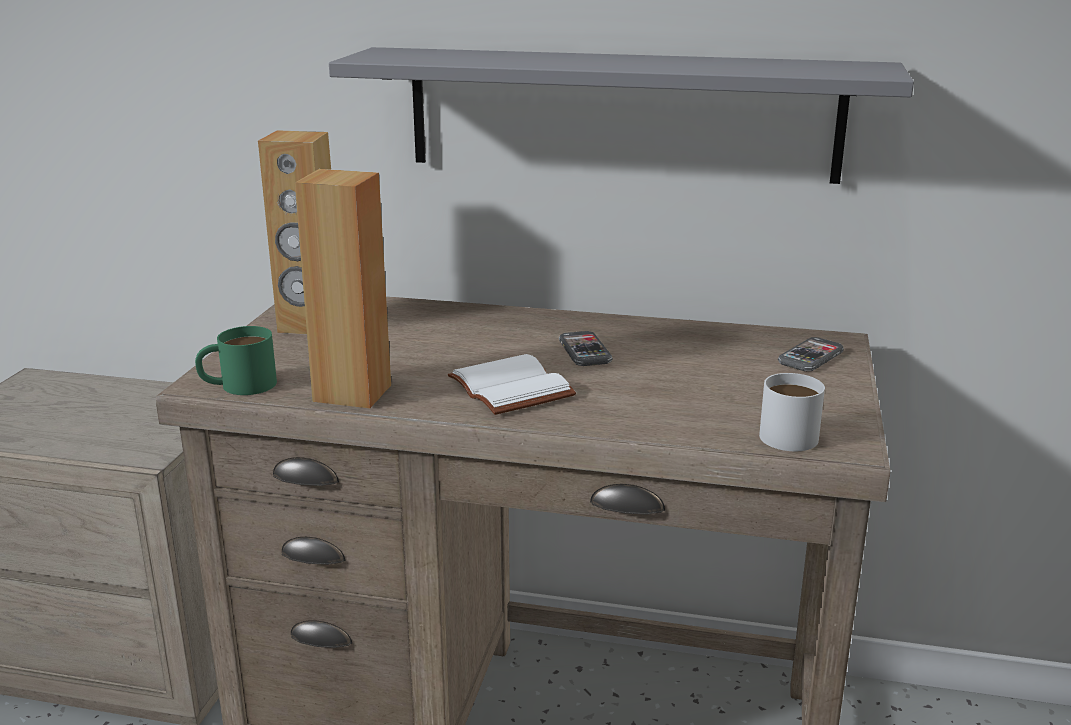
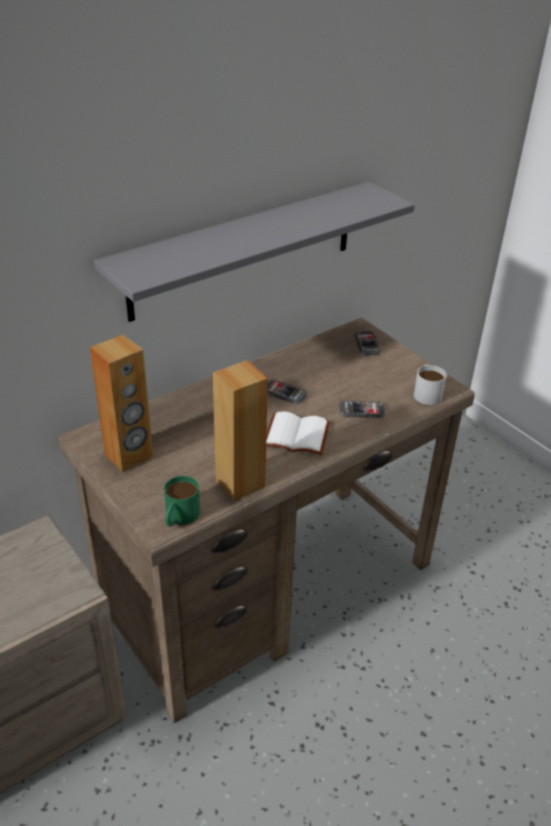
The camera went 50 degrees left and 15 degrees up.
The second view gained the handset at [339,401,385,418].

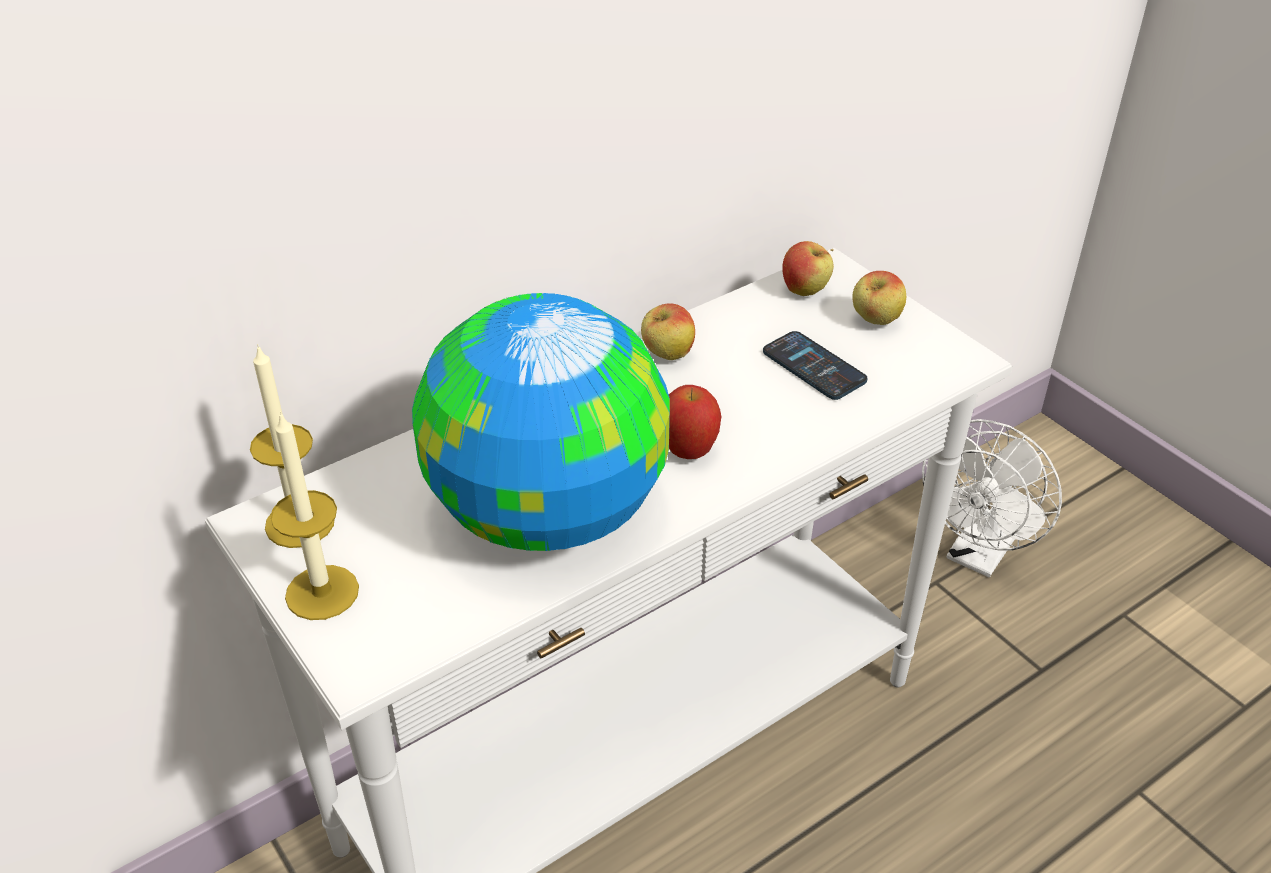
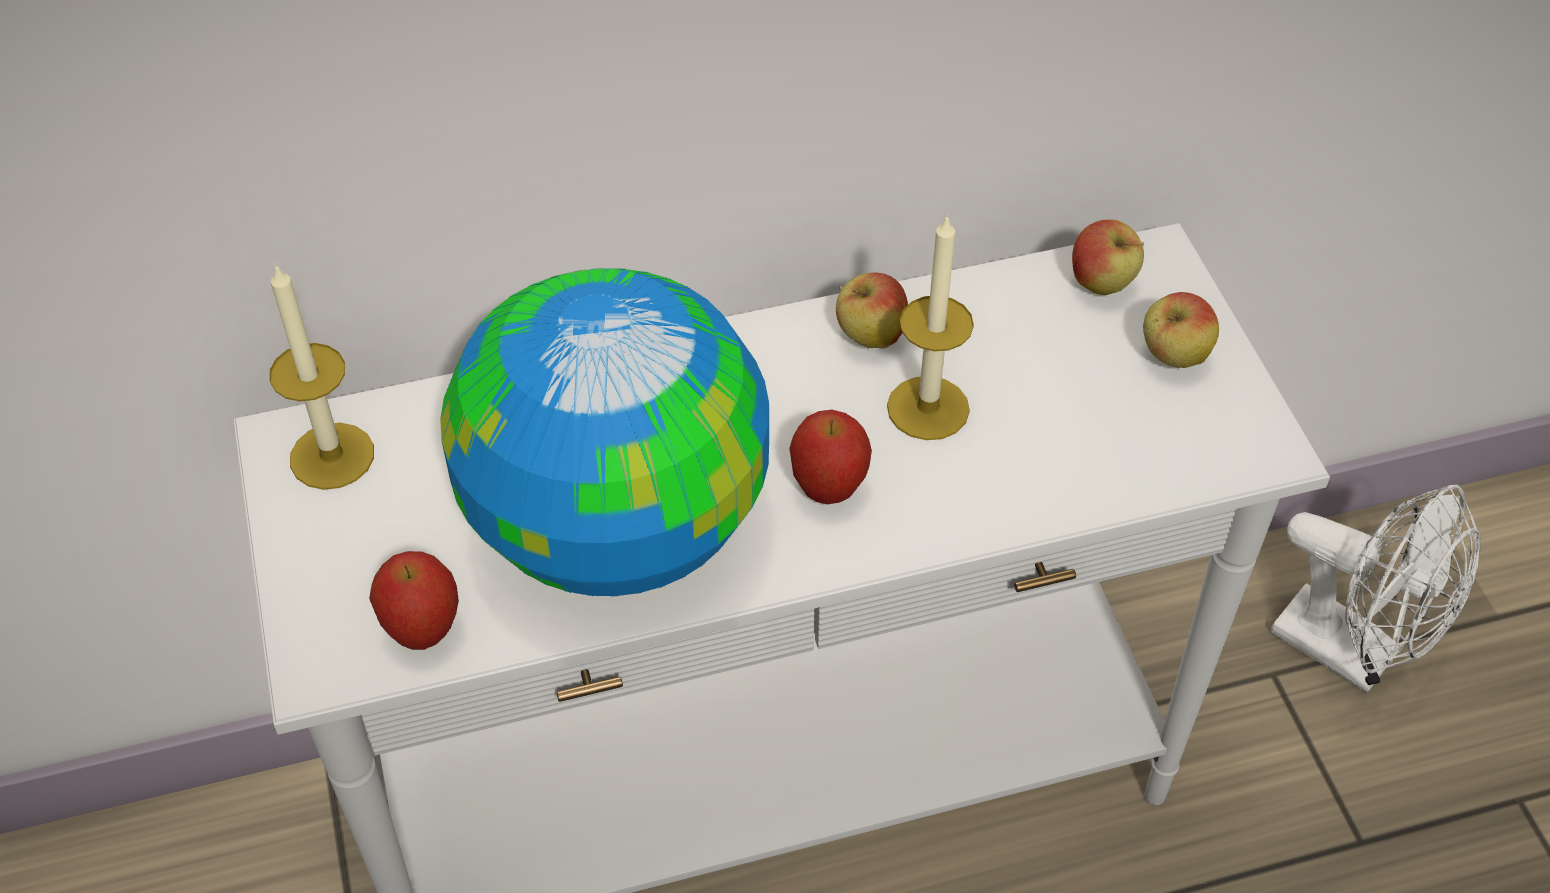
The camera went 20 degrees right and 10 degrees up.
The second view gained the whole apple at [369,551,459,650].
The candle ended up elsewhere, having gone from [270,411,359,620] to [887,214,974,440].
The whitish electric fan at [922,419,1062,577] ended up facing another way, 105 degrees counterclockwise from before.
The second view lost the handset at [763,331,867,400].

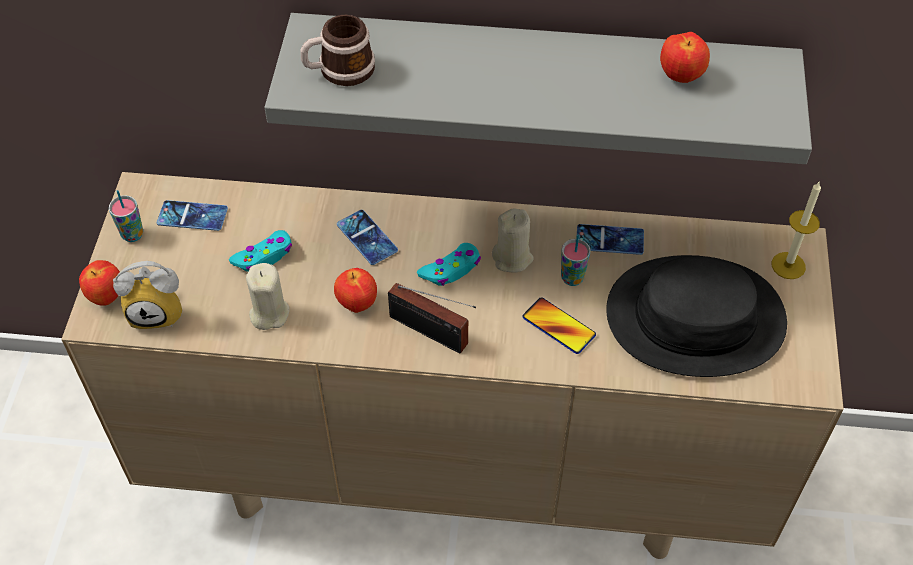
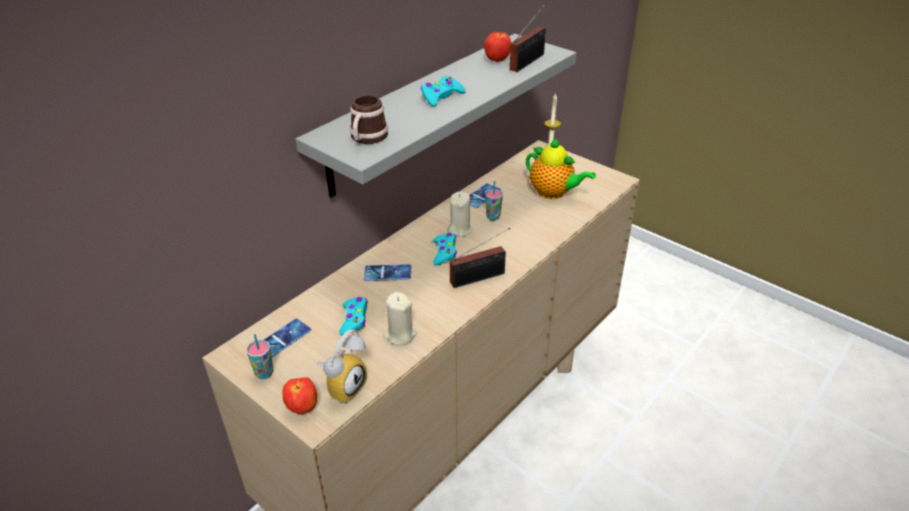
The camera went 55 degrees left and 15 degrees down.
The second view gained the turquoise gamepad at [421,76,466,107].
The second view gained the radio at [510,4,546,72].
Where the black clothing hat stood at [606,255,787,377], the tea pot came to stand at [526,138,596,199].
The second view lost the whole apple at [334,268,377,313].
The second view lost the handset at [522,297,596,354].

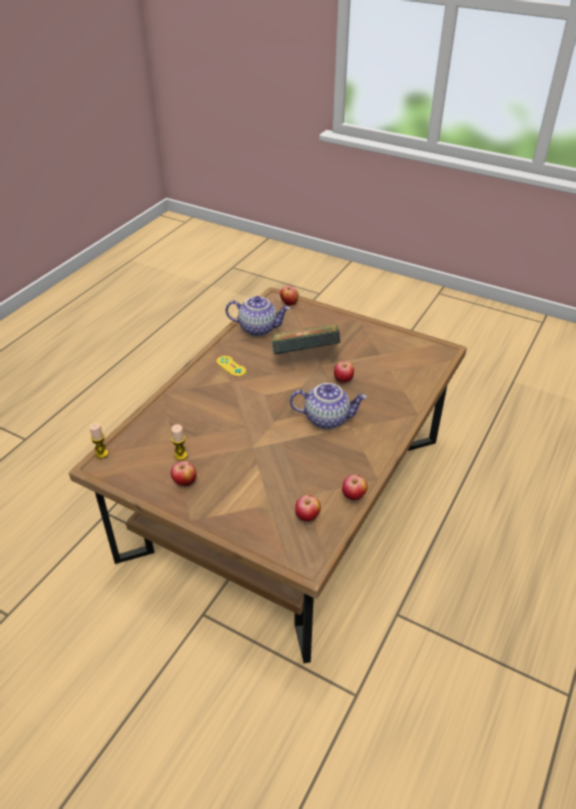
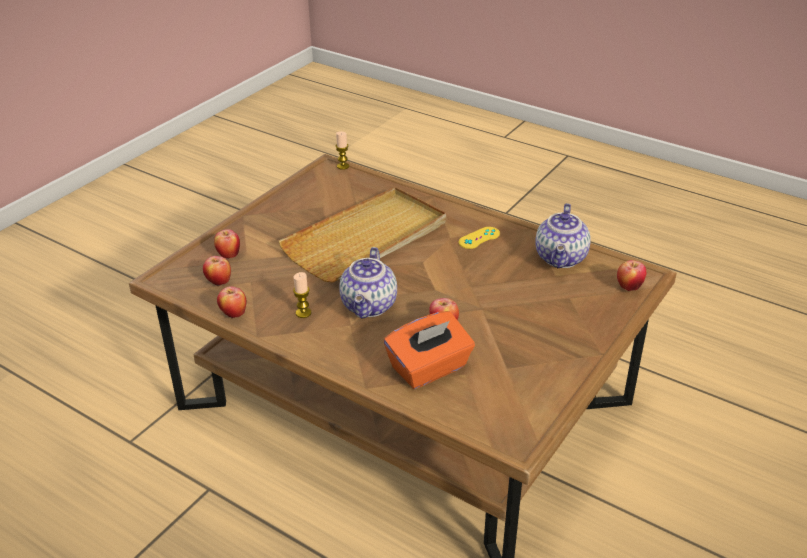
The camera went 95 degrees right and 5 degrees down.
The whole apple ended up elsewhere, having gone from [171,461,197,486] to [214,229,240,259].
The second view gained the beige serving tray at [278,187,446,283].
The candle ended up elsewhere, having gone from [171,424,187,461] to [293,272,311,318].
The second view gained the orange-coloured tissue box at [384,311,475,389].
The second view lost the volume at [272,324,341,355].

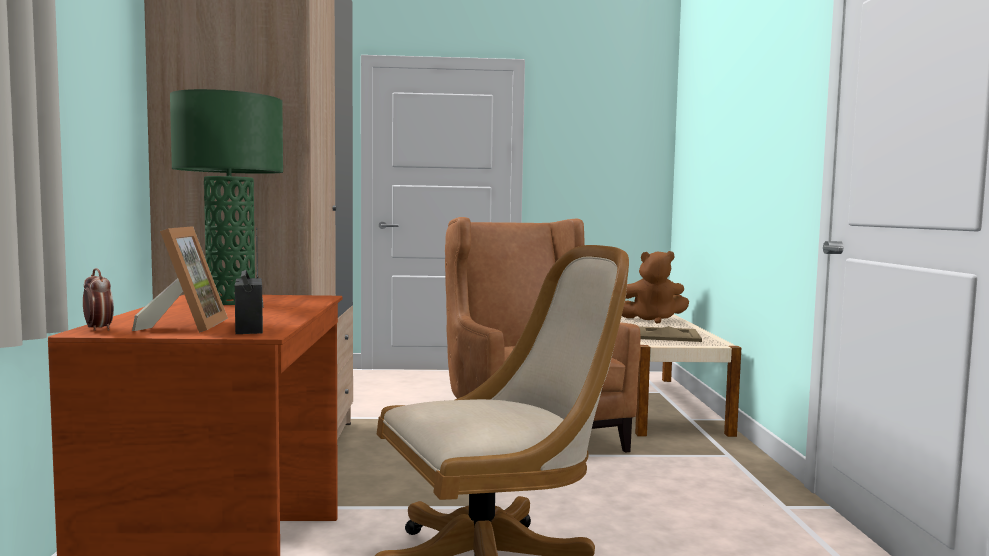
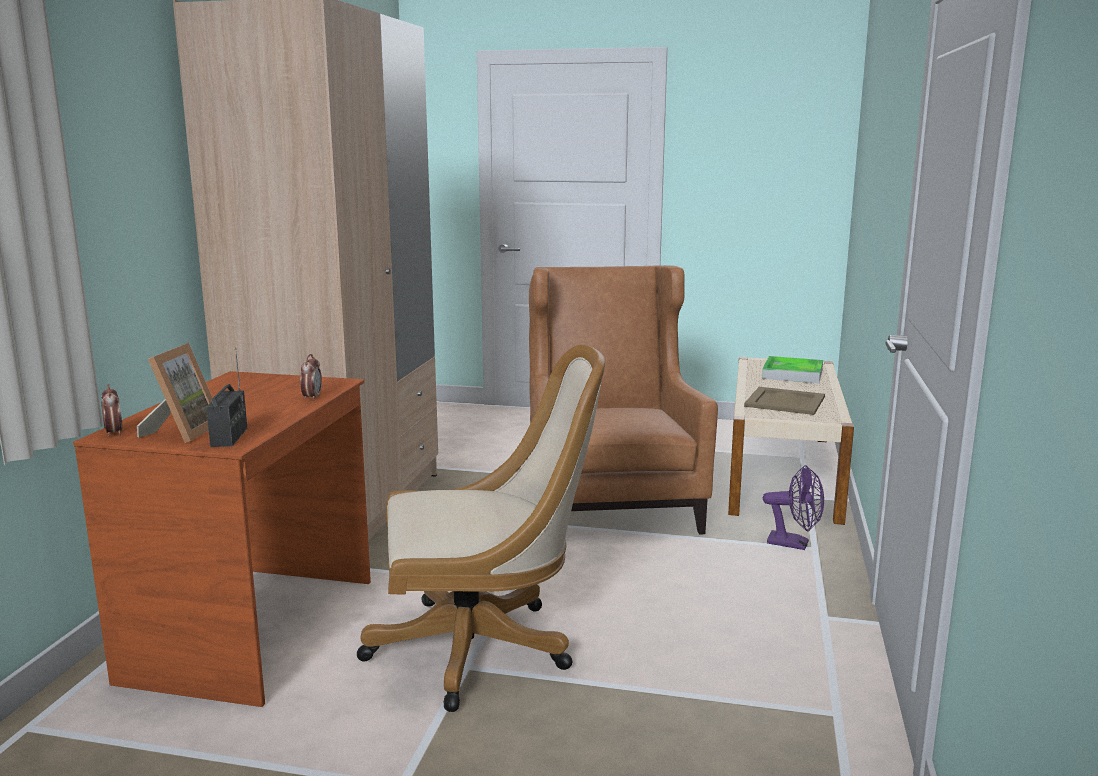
The camera went 15 degrees right and 10 degrees up.
The second view gained the table clock at [300,354,322,401].
Where the brown cuddly toy stood at [622,251,689,324], the serving tray came to stand at [762,356,823,383].
The second view gained the purple electric fan at [763,465,824,550].
The second view lost the green tabletop lamp at [170,89,283,305].

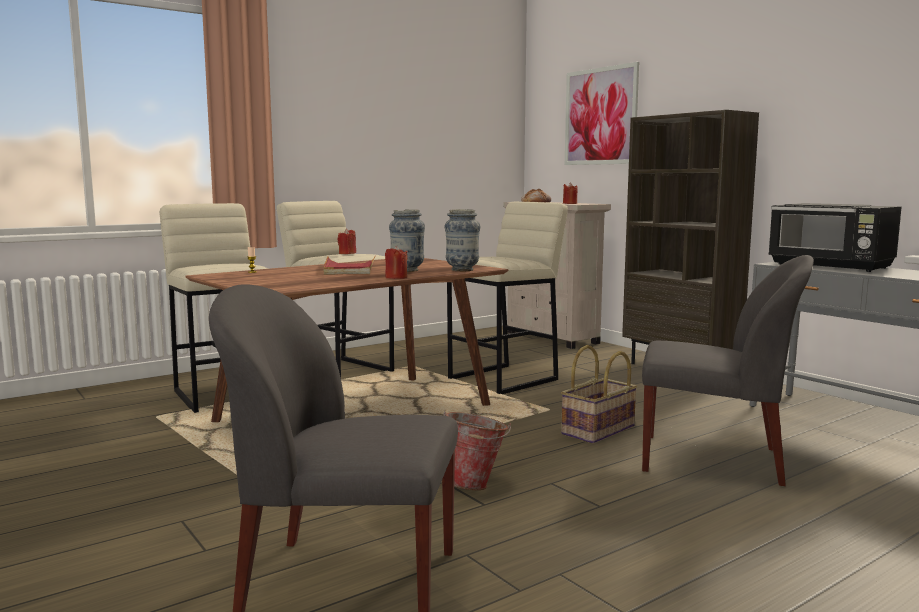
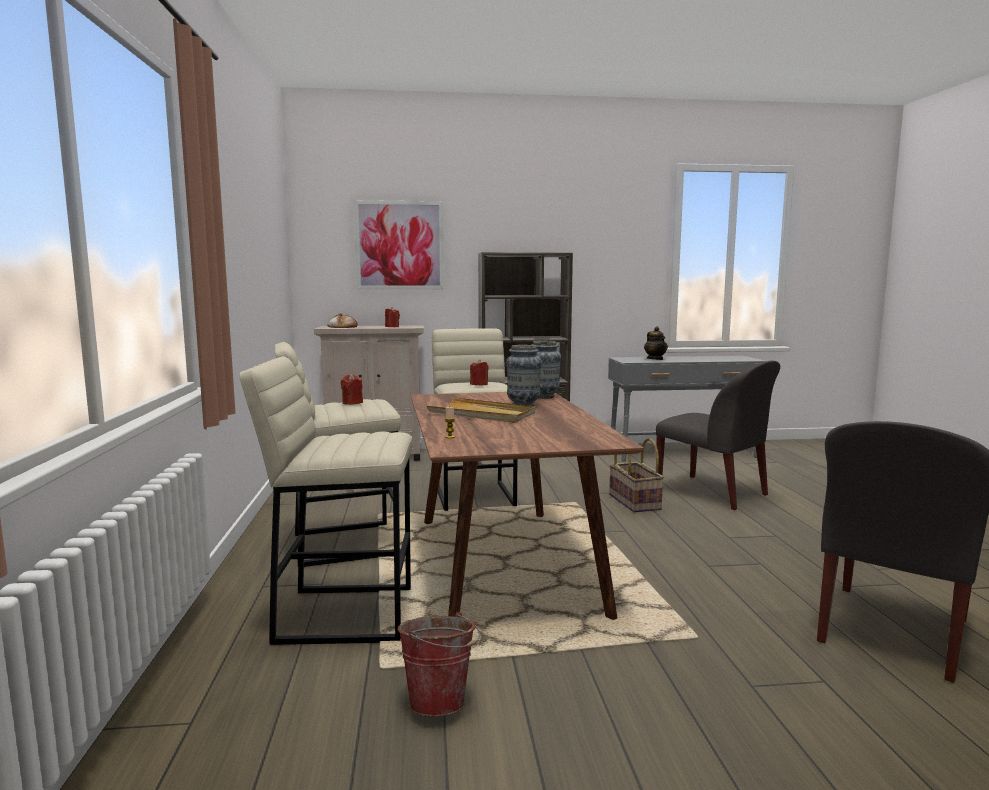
The camera went 60 degrees left and 0 degrees up.
The pail ended up elsewhere, having gone from [443,412,511,490] to [398,612,480,717].
What was the red-coloured serving tray at [324,256,375,275] turned into the beige serving tray at [427,397,536,423].
The red-coloured candle ended up elsewhere, having gone from [385,246,407,279] to [470,360,489,386].
Where the black microwave stood at [768,203,902,272], the tea pot came to stand at [644,327,668,360].
The gray chair at [642,255,814,486] ended up facing another way, 90 degrees clockwise from before.

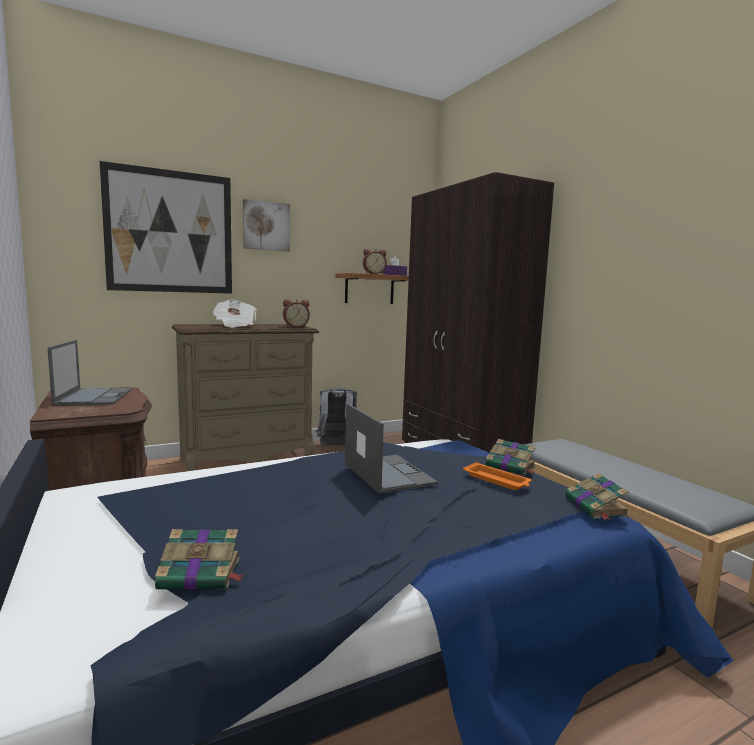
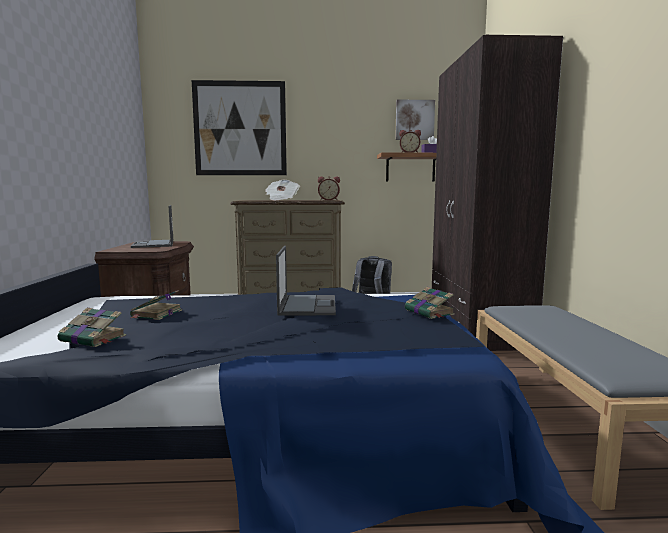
The camera went 25 degrees right and 0 degrees up.
The volume ended up elsewhere, having gone from [565,473,630,520] to [130,290,182,320].
The laptop at [47,340,132,406] ended up facing another way, 150 degrees clockwise from before.
The picture ended up elsewhere, having gone from [243,199,290,252] to [395,100,435,140].
The second view lost the orange-coloured serving tray at [463,462,532,490].

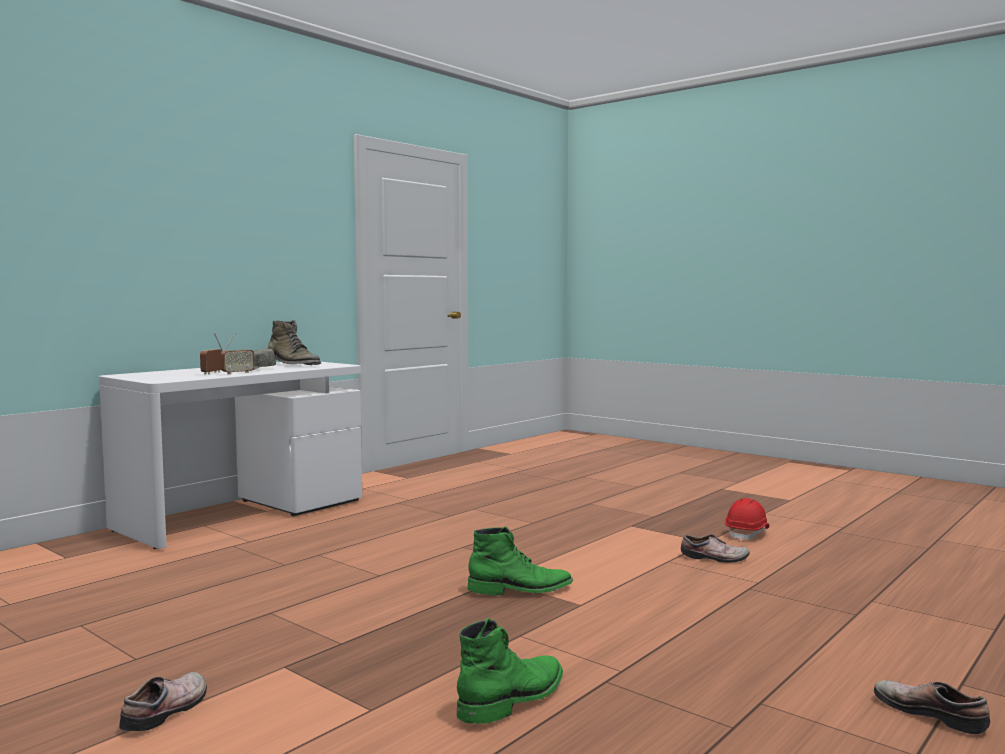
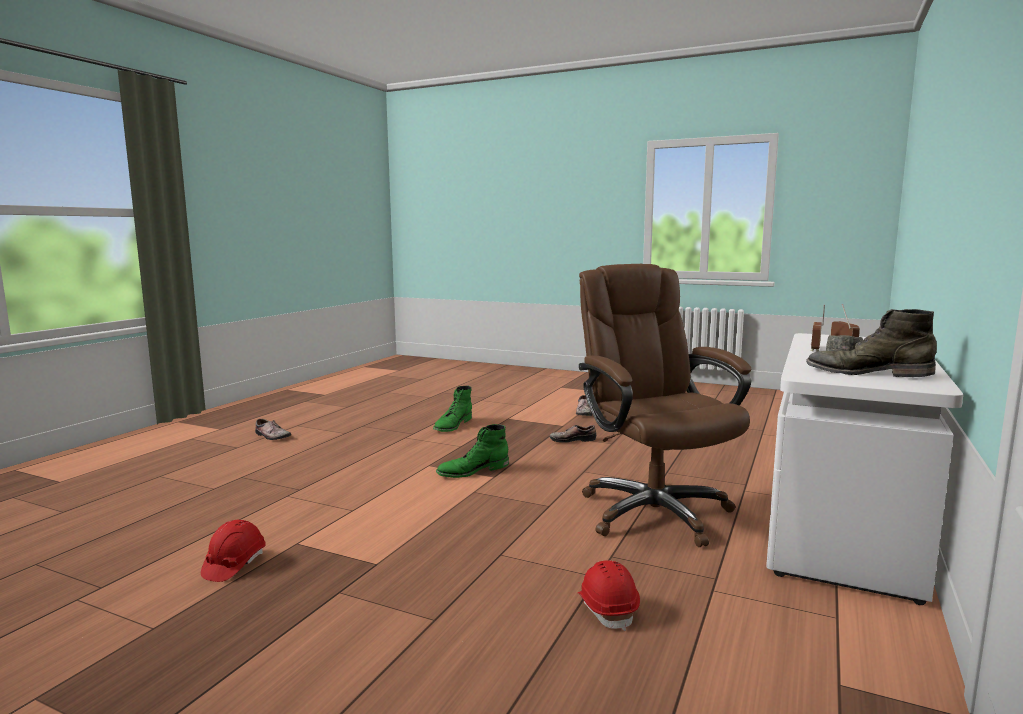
The camera went 165 degrees right and 5 degrees up.
The low shoe ended up elsewhere, having gone from [681,534,749,563] to [550,425,596,443].
The second view gained the red-coloured safety helmet at [578,560,640,631].
The second view gained the brown computer chair at [579,263,751,547].

